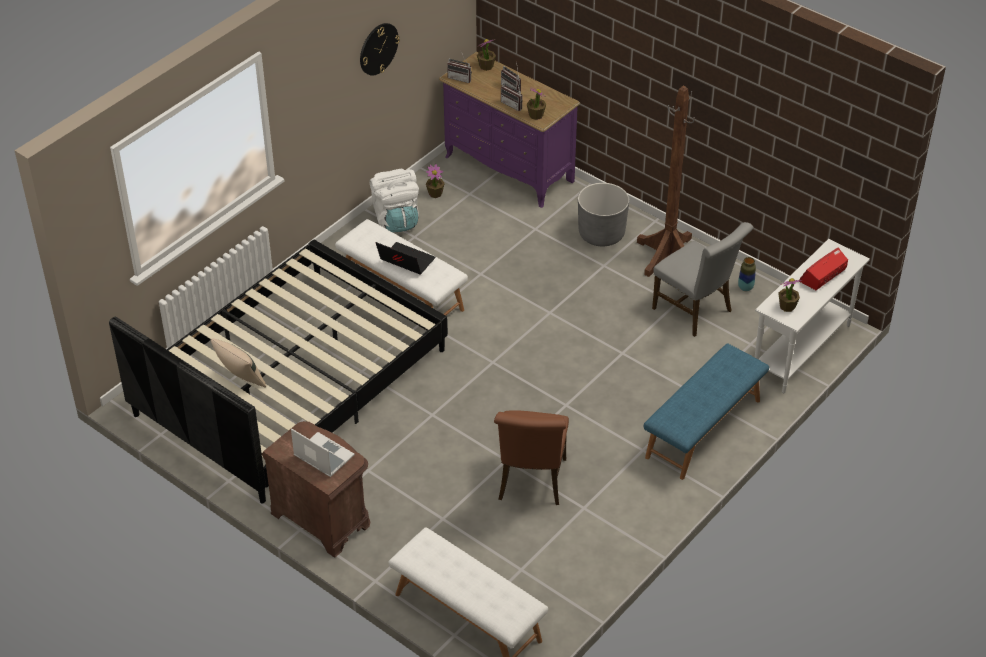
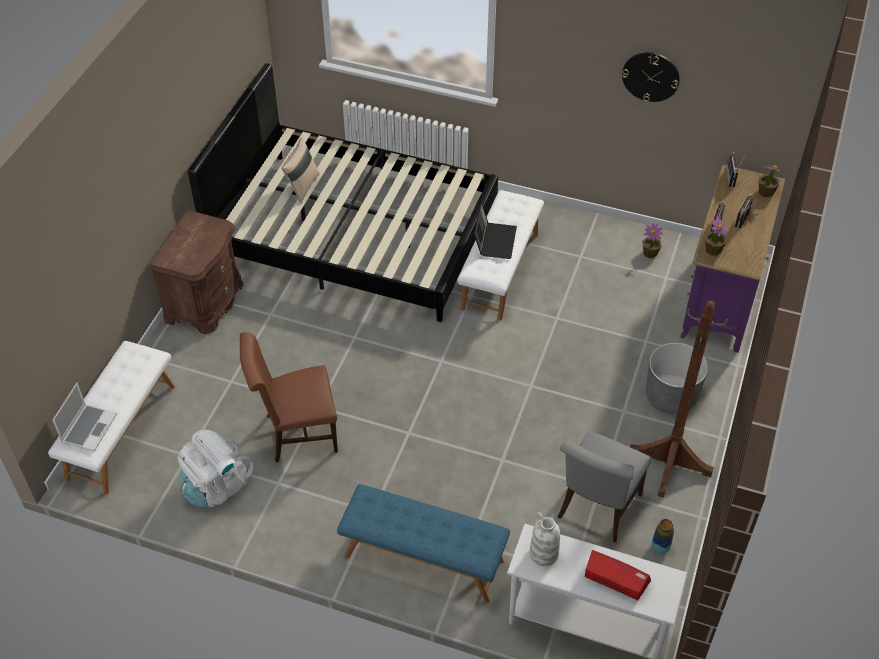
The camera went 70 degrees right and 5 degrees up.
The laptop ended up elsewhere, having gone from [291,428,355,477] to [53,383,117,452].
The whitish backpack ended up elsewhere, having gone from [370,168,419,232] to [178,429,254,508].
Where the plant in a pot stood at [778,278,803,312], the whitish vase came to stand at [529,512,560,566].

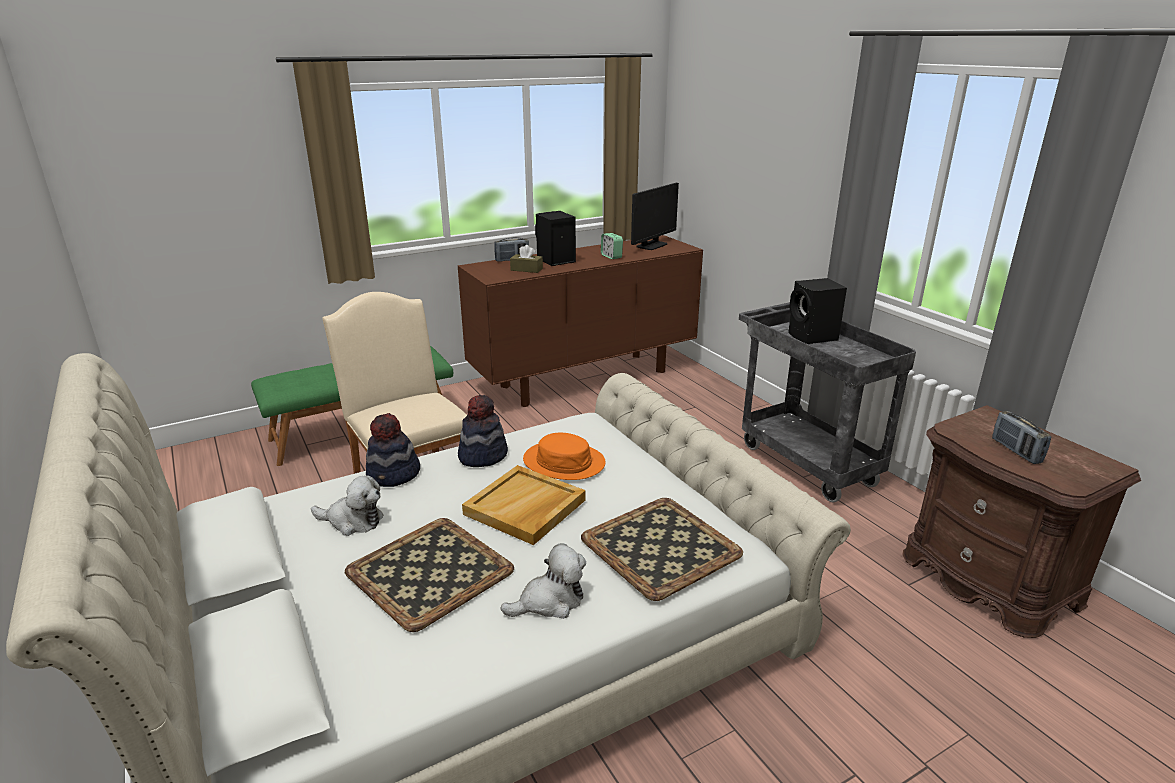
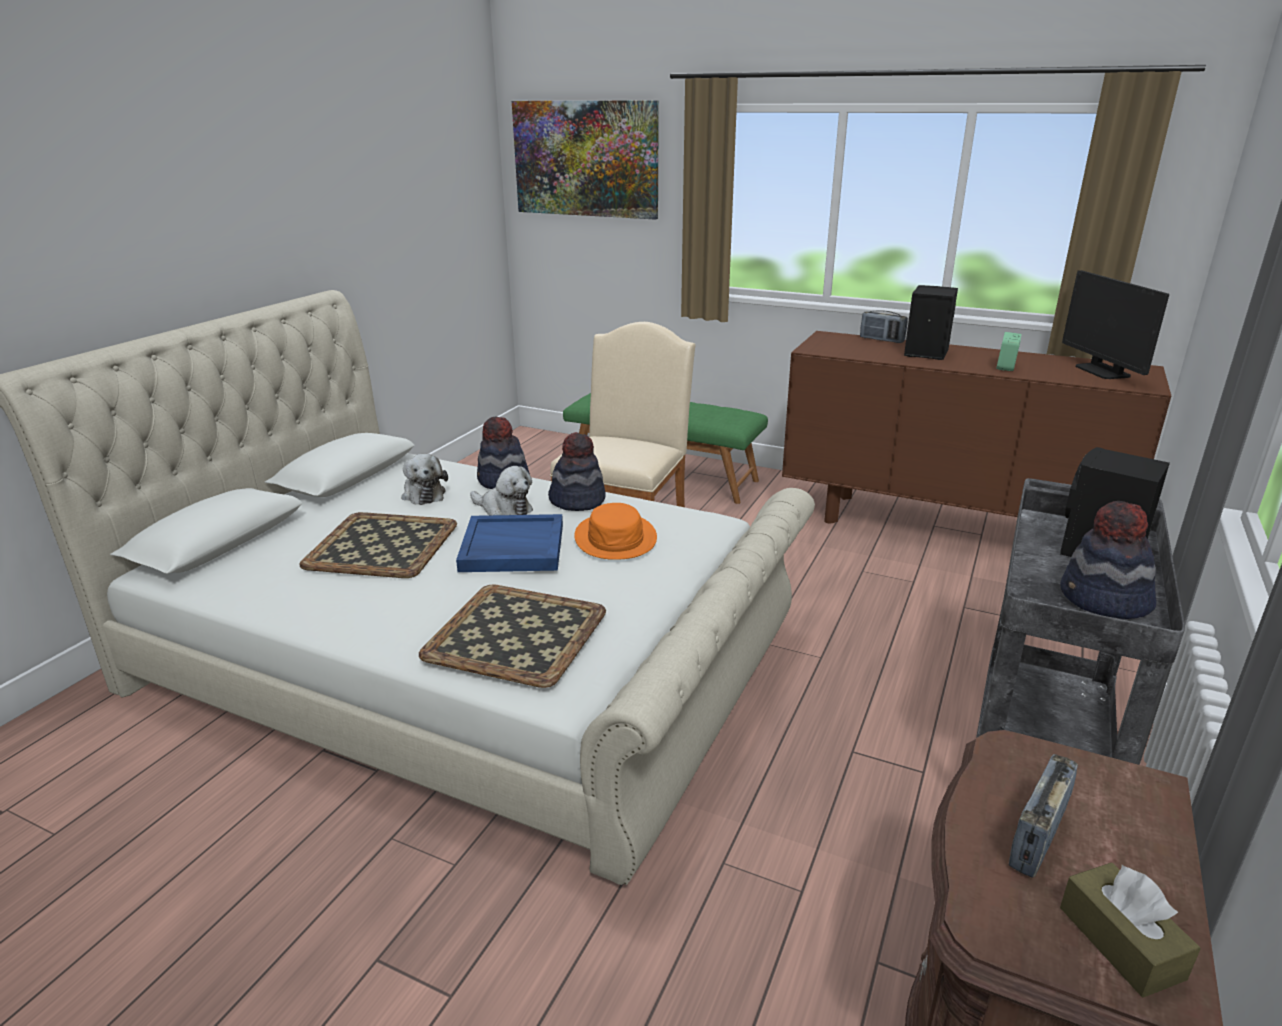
The camera went 55 degrees right and 0 degrees up.
What was the beige serving tray at [462,465,586,545] turned into the blue-coloured serving tray at [456,514,563,572].
The cuddly toy ended up elsewhere, having gone from [500,543,586,619] to [470,466,533,515].
The second view gained the picture at [512,100,659,219].
The second view gained the clothing hat at [1060,501,1157,619].
The brown tissue box ended up elsewhere, having gone from [510,245,543,273] to [1060,863,1201,998].
The computer screen at [631,183,679,250] ended up facing another way, 75 degrees clockwise from before.

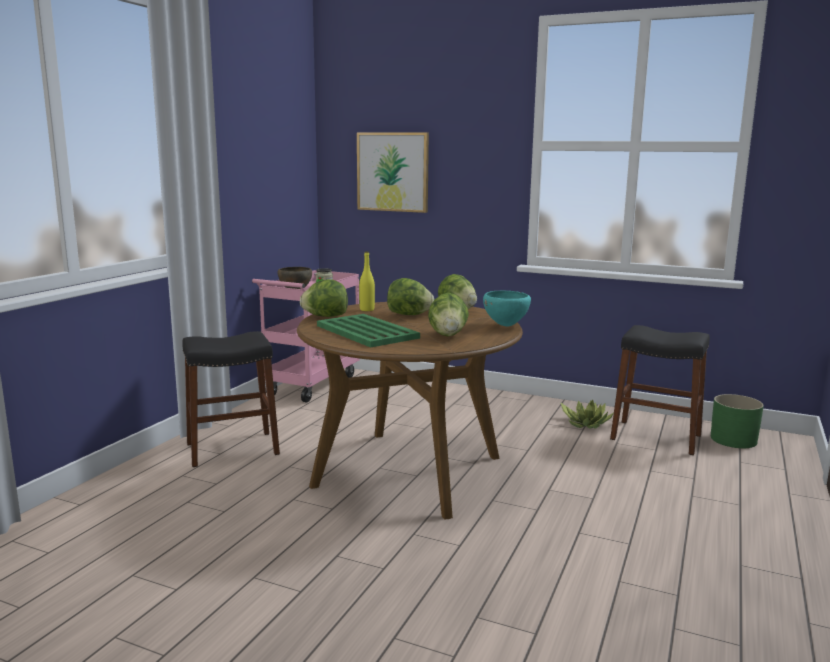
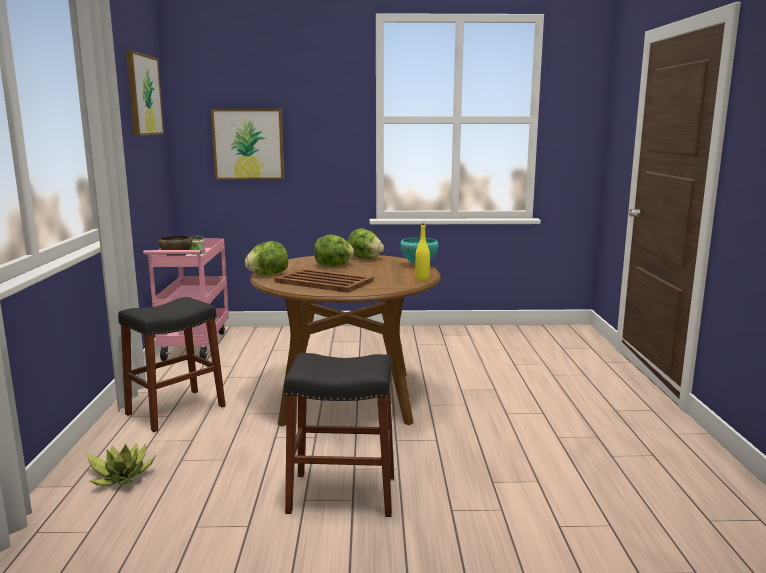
The camera went 25 degrees left and 0 degrees up.
The plant in a pot ended up elsewhere, having gone from [560,400,614,429] to [87,442,156,486].
The second view gained the picture at [126,50,164,136].
What was the green serving tray at [317,314,420,347] turned into the brown serving tray at [274,268,374,293].
The black sitting stool ended up elsewhere, having gone from [610,325,710,455] to [284,353,394,517].
The yellowish beverage bottle ended up elsewhere, having gone from [359,251,375,311] to [415,223,430,281].
The second view lost the head of lettuce at [428,293,469,336].
The second view lost the green plant pot at [711,394,764,448].

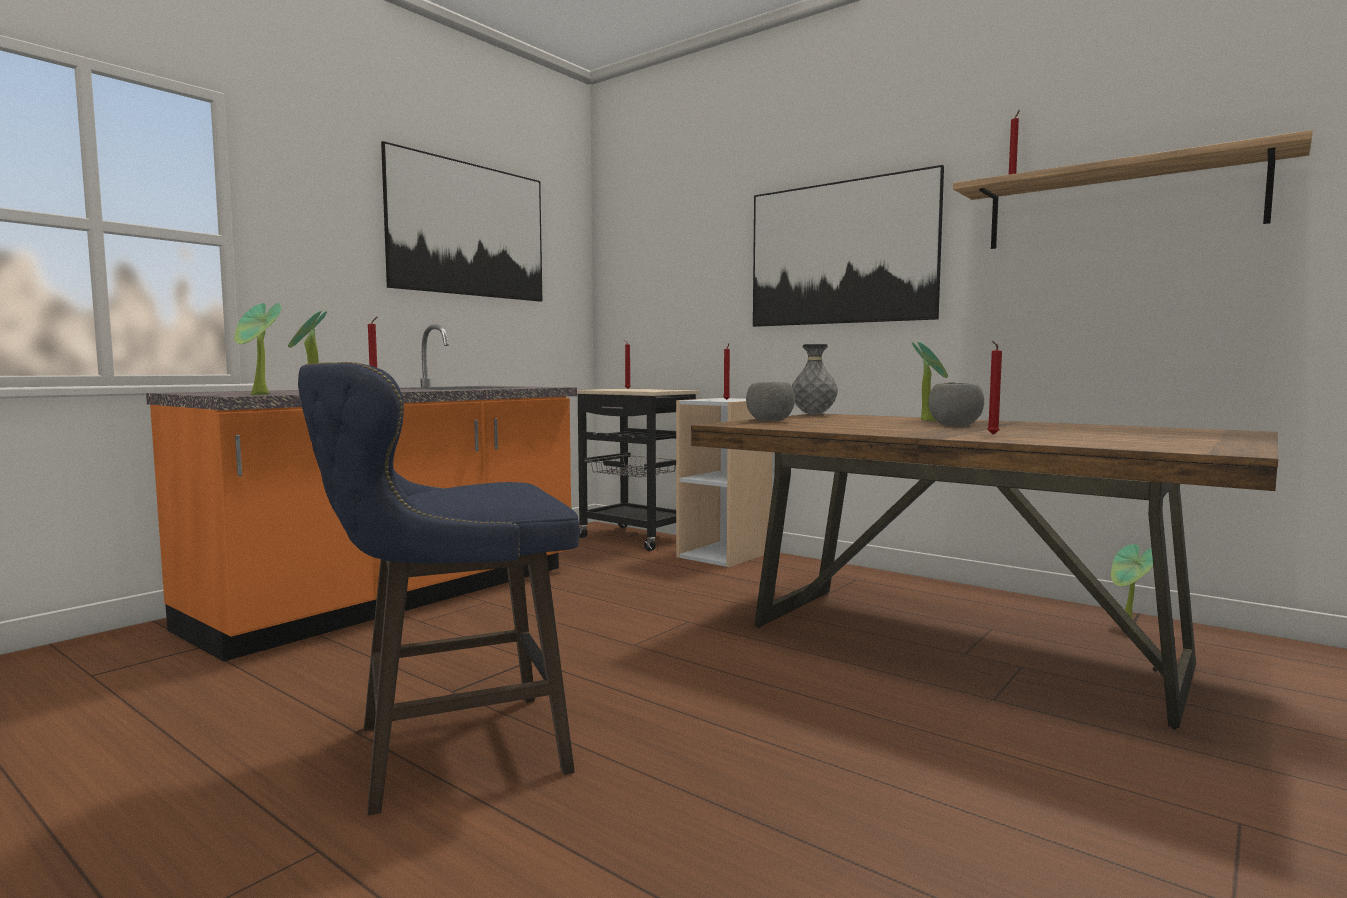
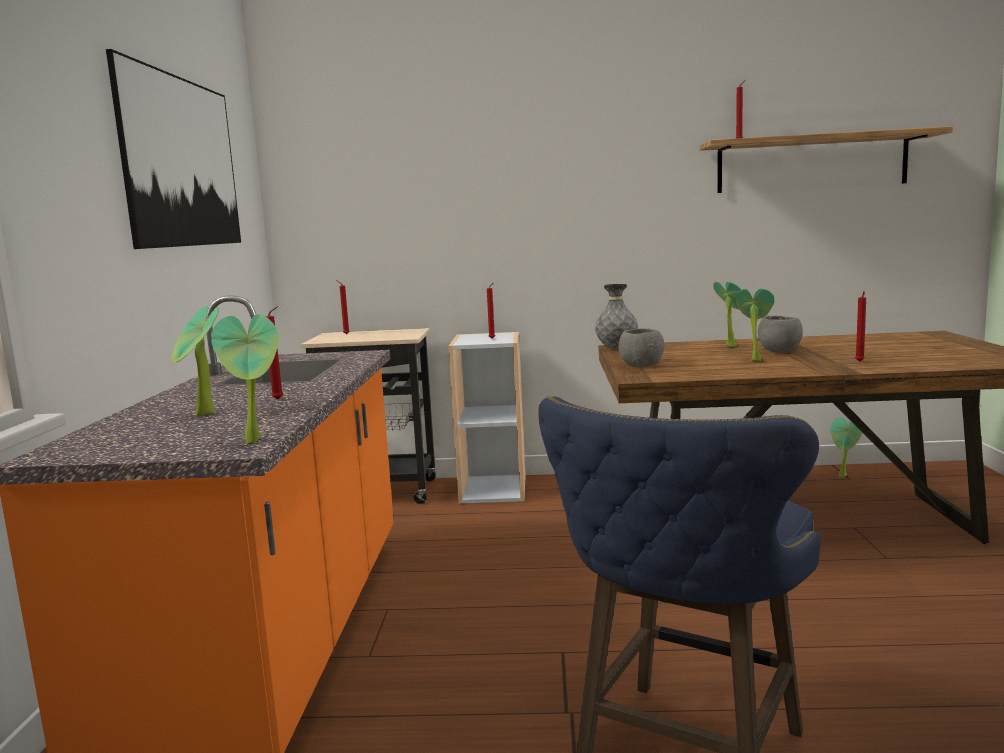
The camera went 35 degrees left and 5 degrees up.
The second view gained the plant in a pot at [735,288,775,361].
The second view lost the picture at [753,165,944,327].

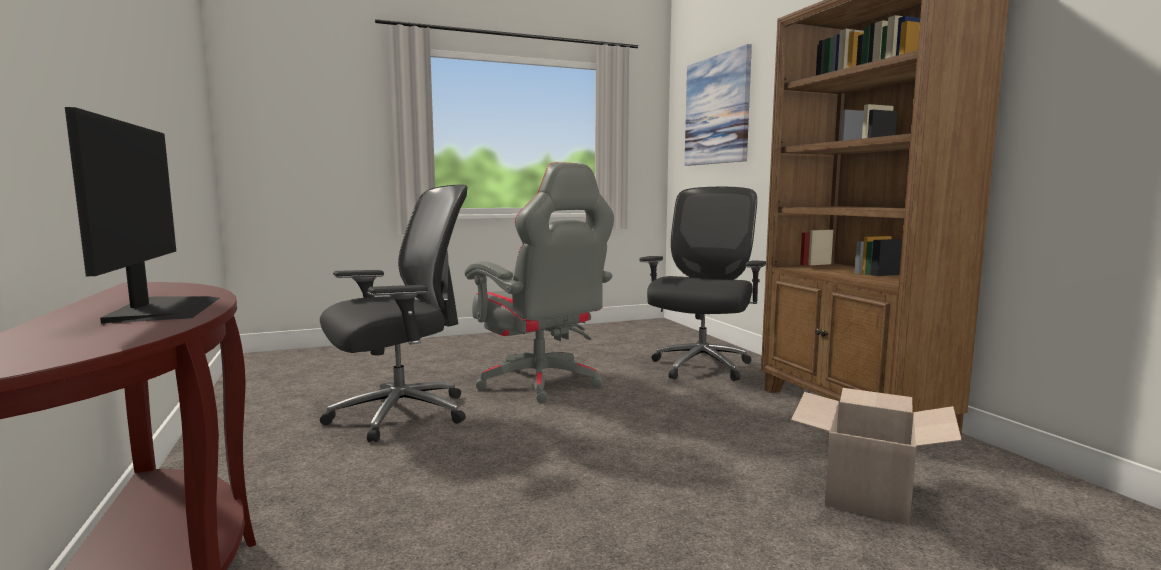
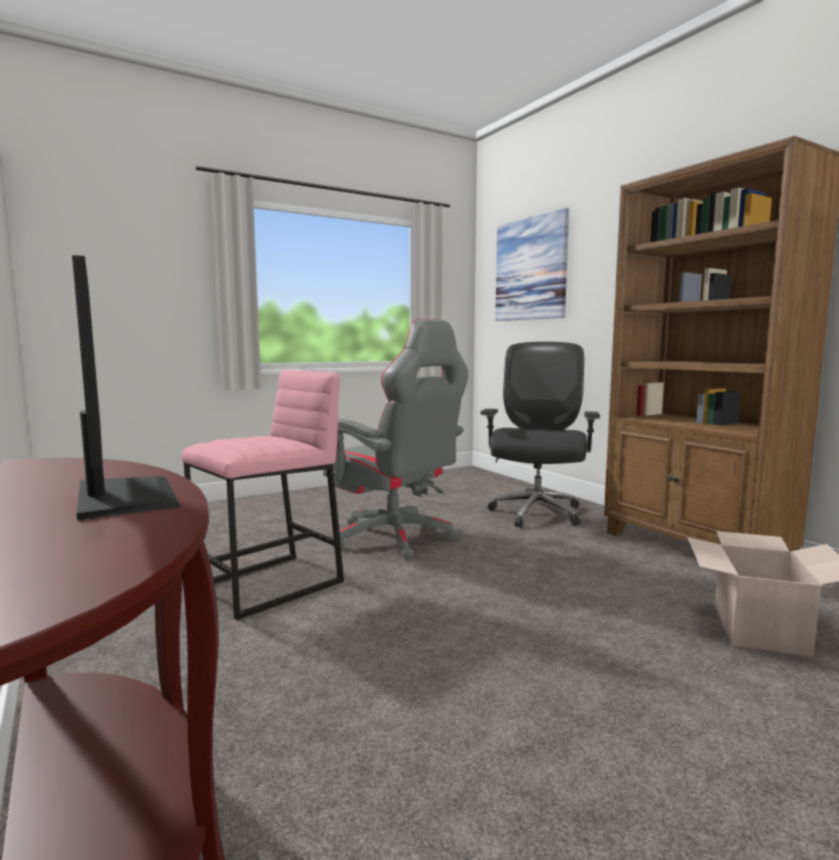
The camera went 10 degrees left and 0 degrees up.
Where the computer chair stood at [320,184,467,442], the pink sitting stool came to stand at [181,370,344,620].

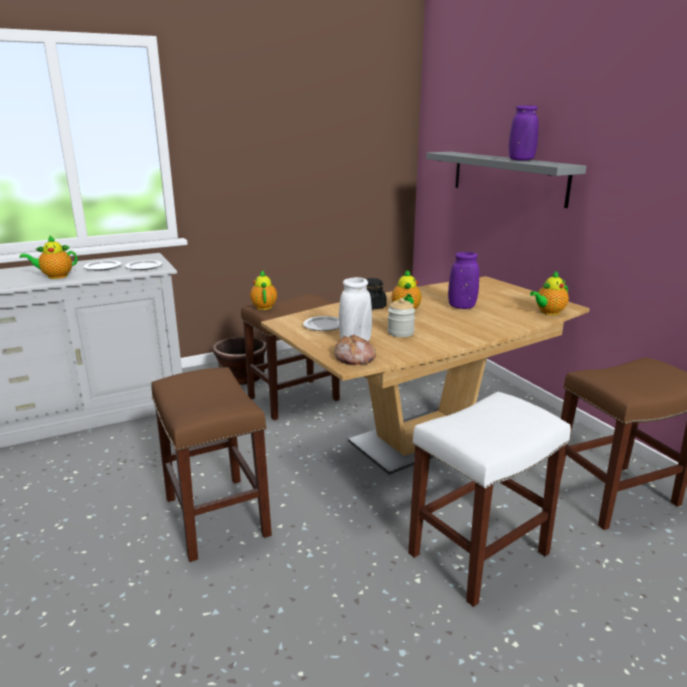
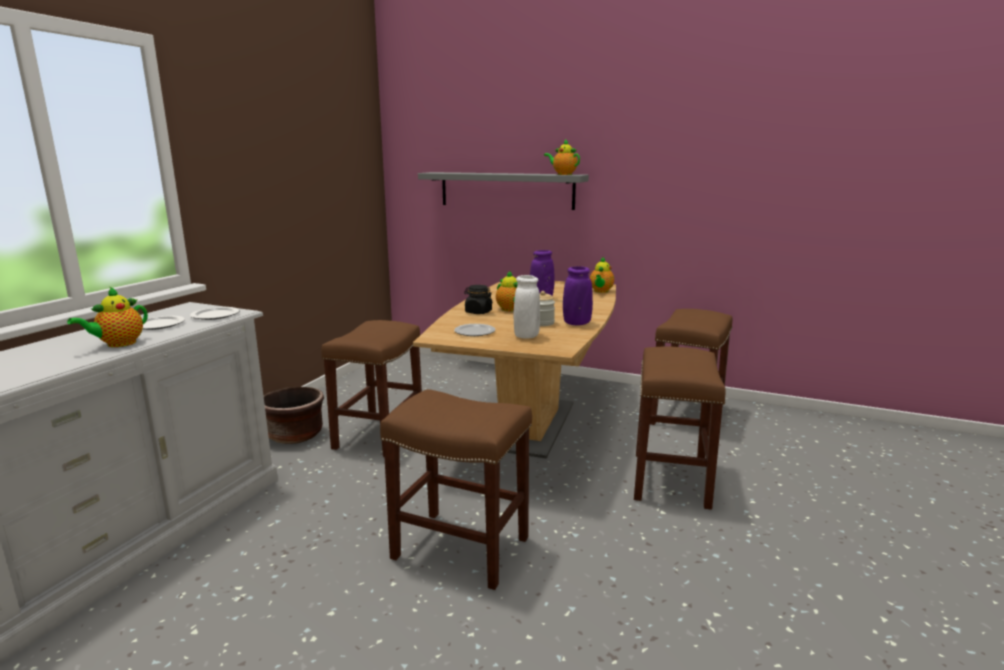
The camera went 40 degrees left and 5 degrees down.
The tea pot ended up elsewhere, having gone from [250,270,277,310] to [544,139,580,175].
The purple vase ended up elsewhere, having gone from [509,105,539,161] to [563,266,593,325].
What was the whitish sitting stool at [408,391,571,607] turned into the brown sitting stool at [634,346,726,510].
The second view lost the bread at [334,335,376,365].

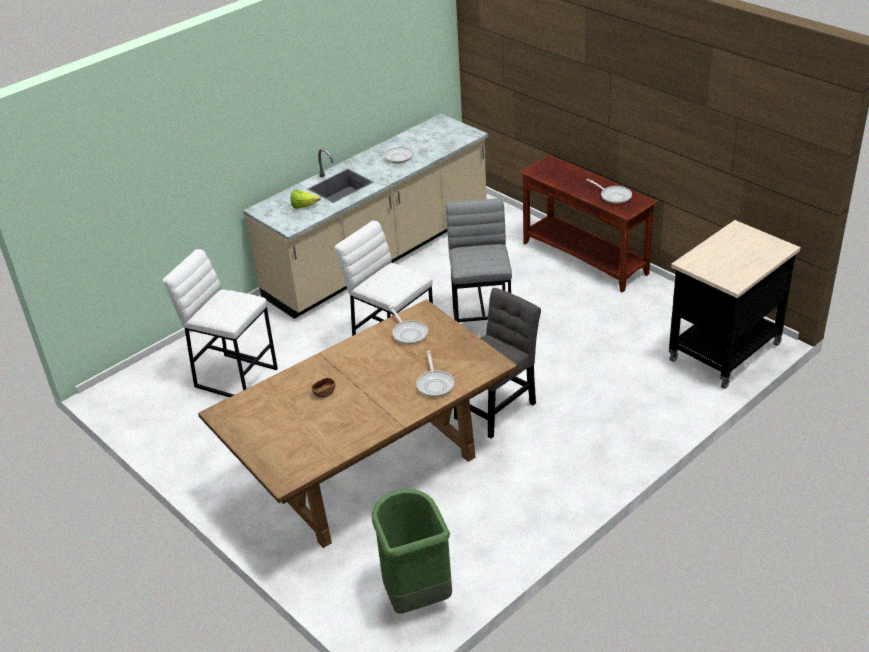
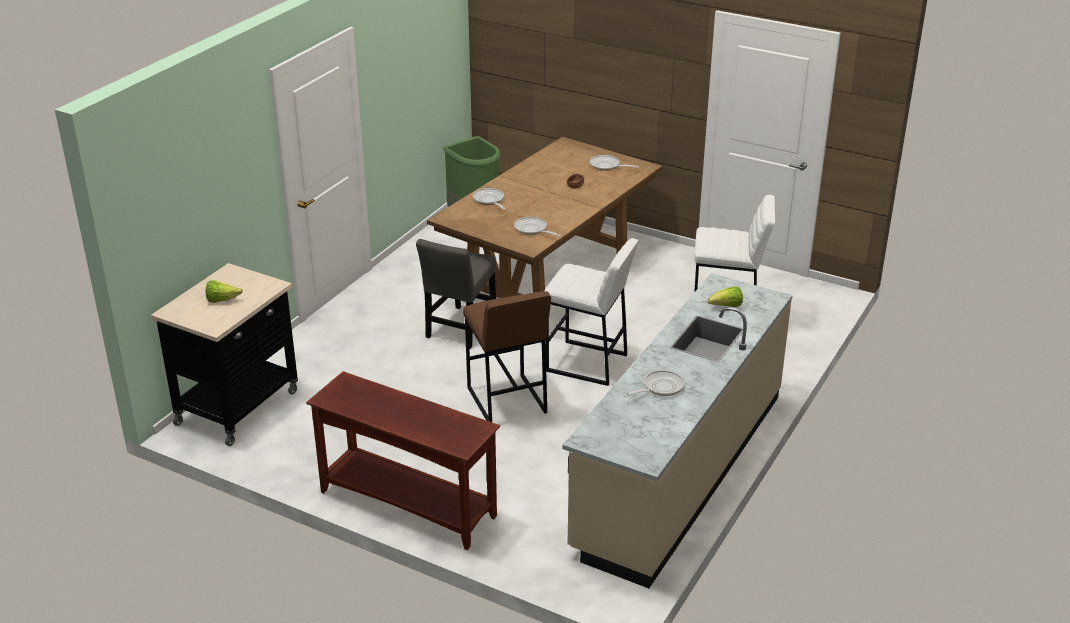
The camera went 160 degrees right and 5 degrees down.
The second view gained the head of lettuce at [206,280,243,303].
What was the gray sitting stool at [446,198,512,323] turned into the brown sitting stool at [463,291,551,422].
The pan ended up elsewhere, having gone from [586,179,632,204] to [590,155,639,171].

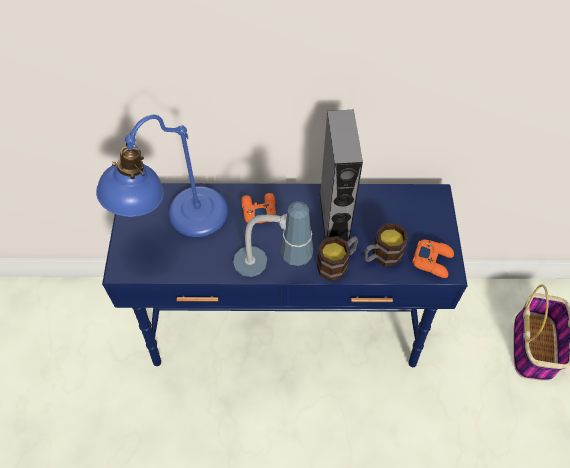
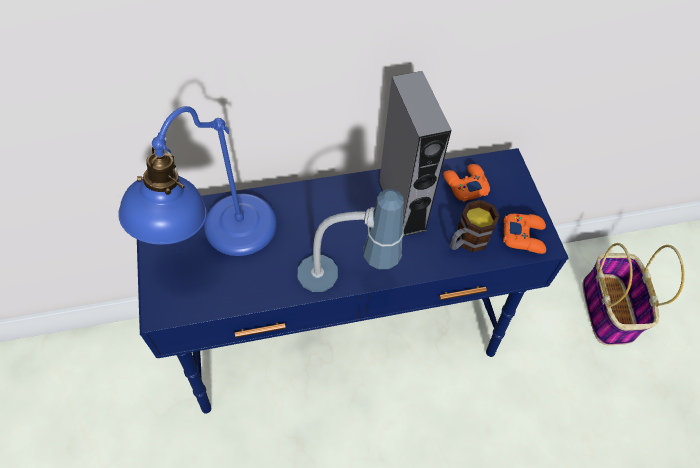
The camera went 15 degrees left and 0 degrees up.
The orange-coloured gamepad ended up elsewhere, having gone from [241,193,276,223] to [443,164,490,202].
The second view lost the tea mug at [317,236,358,281].

